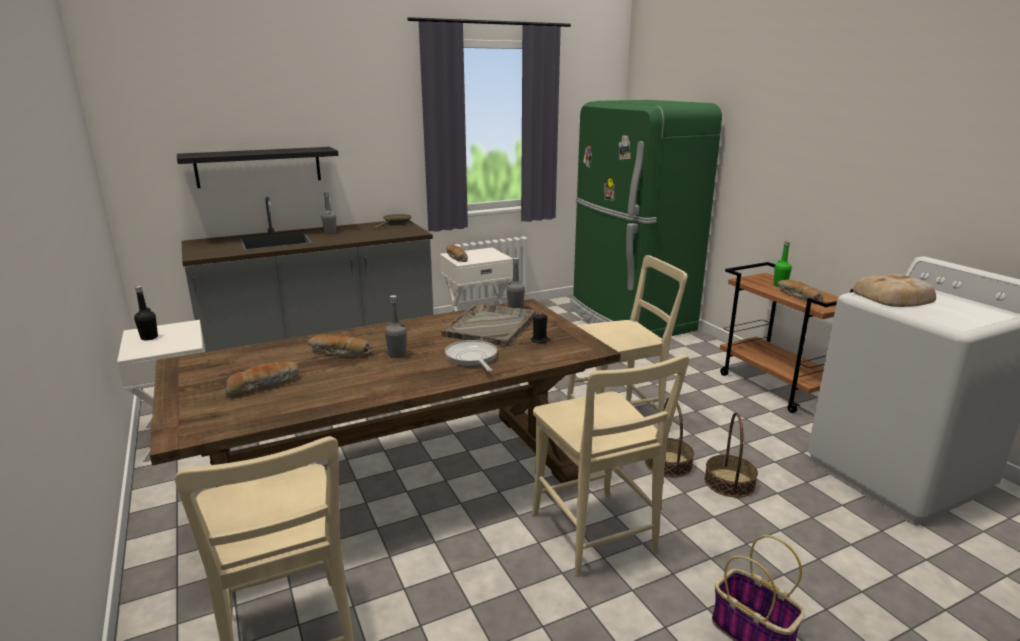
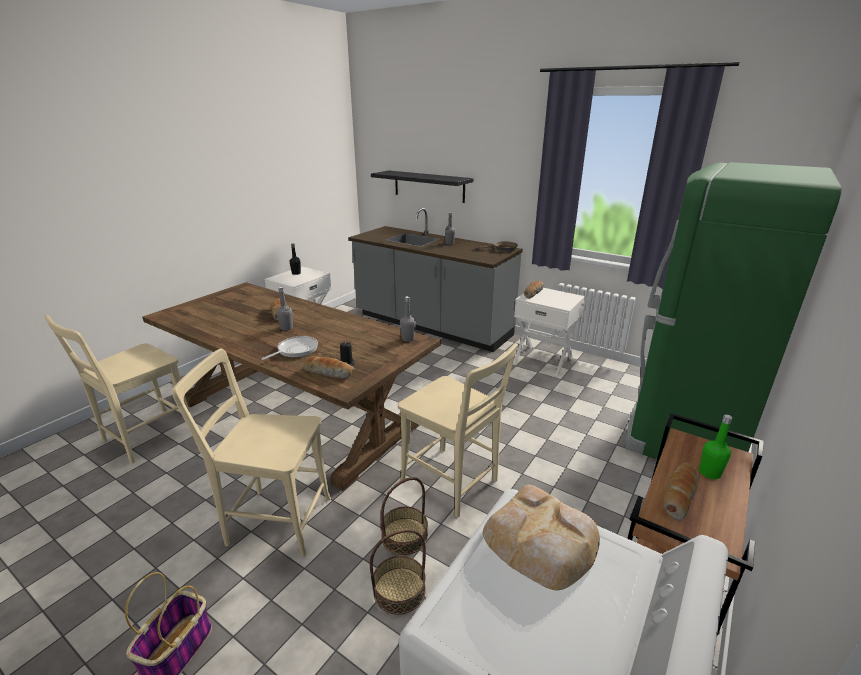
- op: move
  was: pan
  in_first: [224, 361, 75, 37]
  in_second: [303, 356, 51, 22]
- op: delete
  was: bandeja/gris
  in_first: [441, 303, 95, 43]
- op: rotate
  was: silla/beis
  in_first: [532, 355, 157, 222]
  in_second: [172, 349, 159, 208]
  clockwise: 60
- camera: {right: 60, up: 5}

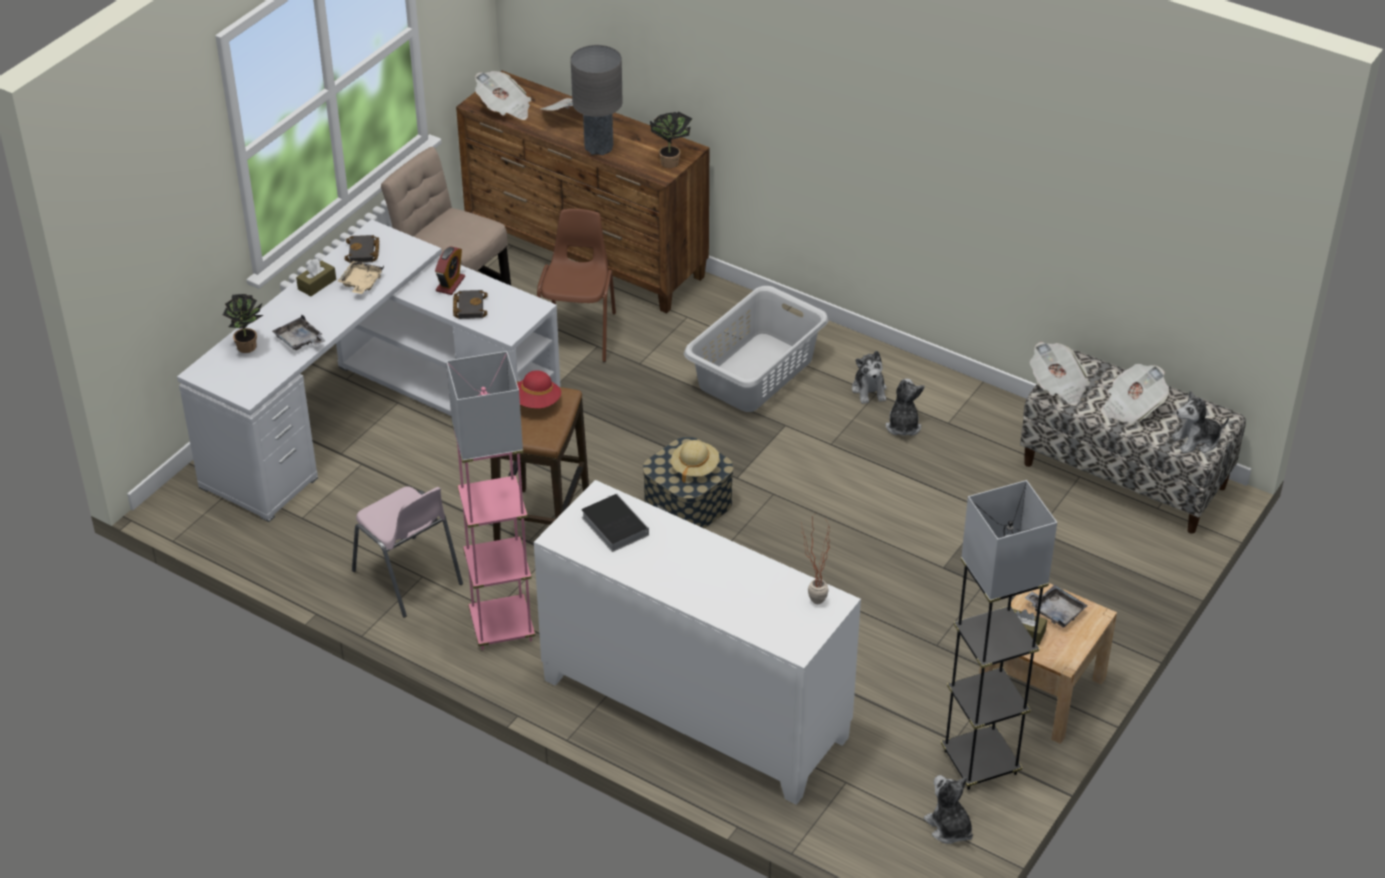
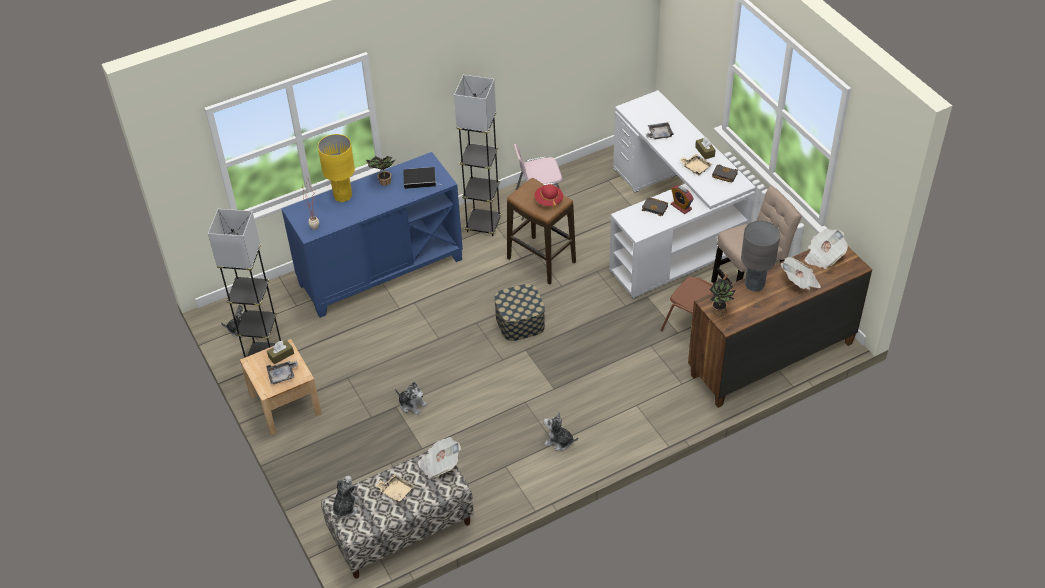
- op: move
  was: planta en maceta
  in_first: [223, 294, 40, 59]
  in_second: [366, 156, 29, 30]
- op: recolor
  was: lámpara de pie/rosa
  now: lámpara de pie/gris
  in_first: [446, 351, 89, 299]
  in_second: [454, 75, 48, 161]
- op: recolor
  was: armario/blanco
  now: armario/azul
  in_first: [534, 480, 327, 325]
  in_second: [282, 152, 181, 166]
- op: delete
  was: sombrero/beis
  in_first: [671, 440, 48, 43]
- op: delete
  was: cesto de la ropa/gris
  in_first: [684, 286, 145, 126]
- op: move
  was: peluche
  in_first: [886, 378, 39, 58]
  in_second: [395, 382, 32, 33]
- op: replace
  was: periódico
  now: bandeja/beis
  in_first: [1100, 364, 69, 61]
  in_second: [375, 474, 40, 29]
- op: insert
  now: lámpara de mesa/amarillo
  in_second: [318, 134, 37, 68]
- camera: {right: 120, up: 5}

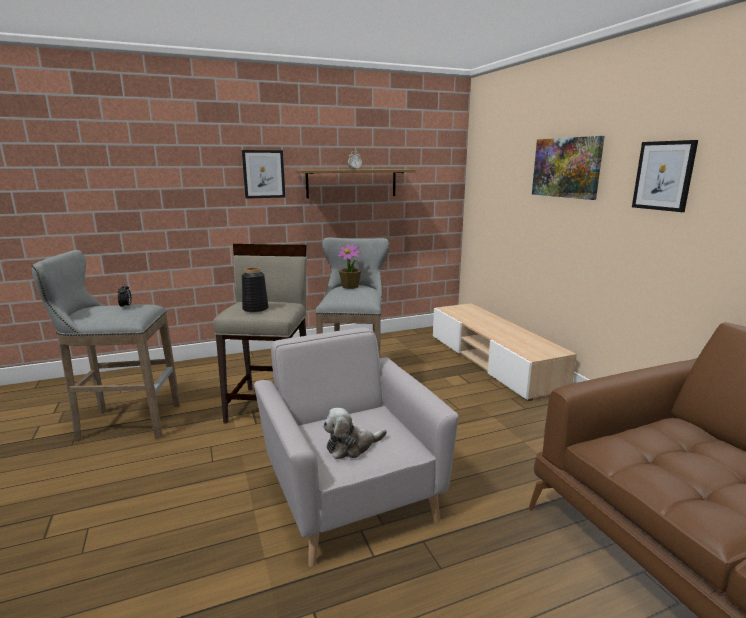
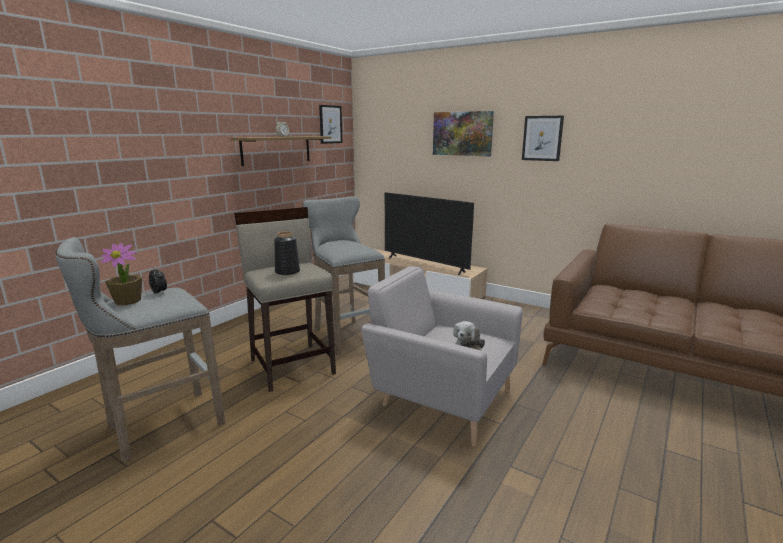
- op: move
  was: cuadro
  in_first: [242, 150, 43, 49]
  in_second: [319, 105, 24, 39]
- op: move
  was: planta en maceta
  in_first: [338, 244, 23, 45]
  in_second: [101, 243, 41, 62]
- op: insert
  now: televisor
  in_second: [385, 192, 89, 83]
- camera: {right: -35, up: 0}

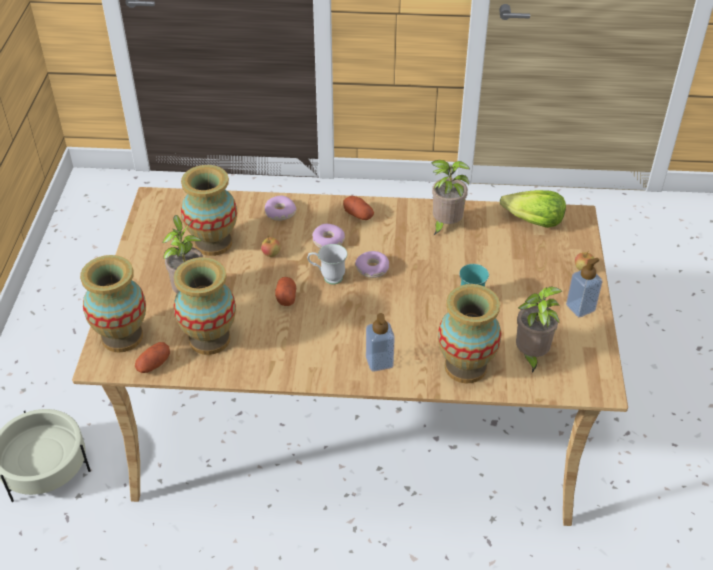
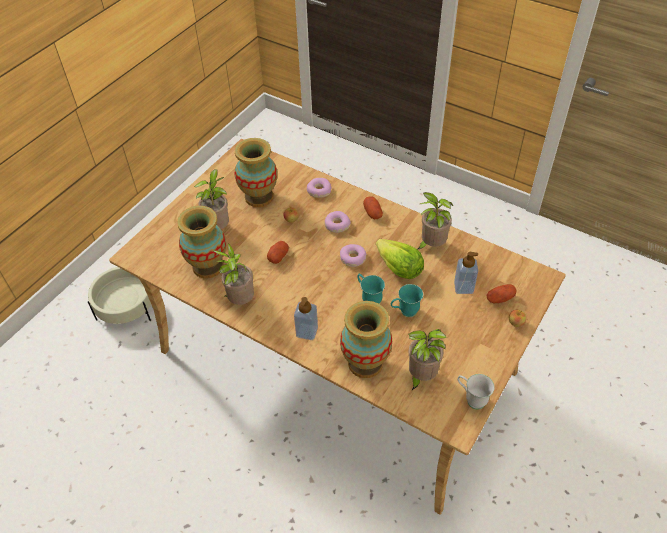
- op: delete
  was: florero
  in_first: [80, 255, 66, 98]
- op: move
  was: patata
  in_first: [135, 342, 35, 31]
  in_second: [486, 284, 30, 19]
- op: move
  was: taza grande/blanco
  in_first: [307, 244, 40, 40]
  in_second: [458, 374, 37, 36]
- op: move
  was: lechuga
  in_first: [500, 190, 66, 38]
  in_second: [376, 239, 48, 40]
- op: move
  was: dispensador de jabón
  in_first: [566, 258, 37, 59]
  in_second: [454, 252, 24, 42]
- op: insert
  now: planta en maceta
  in_second: [213, 243, 41, 62]
- op: insert
  now: taza grande/turquesa
  in_second: [357, 274, 28, 30]
- camera: {right: 30, up: 5}

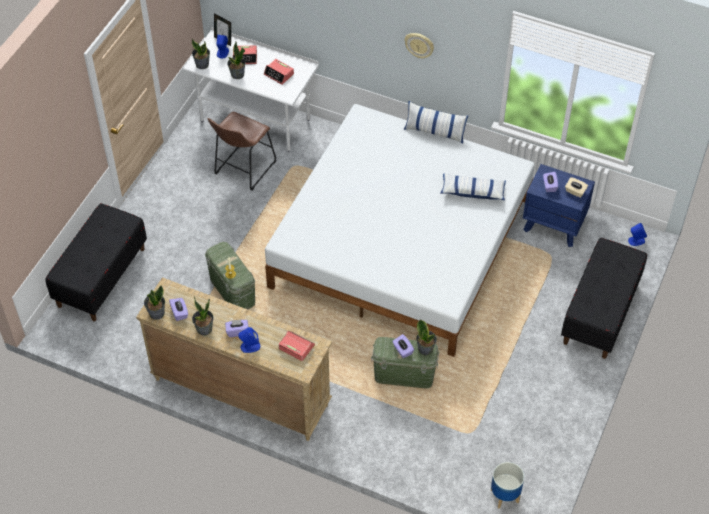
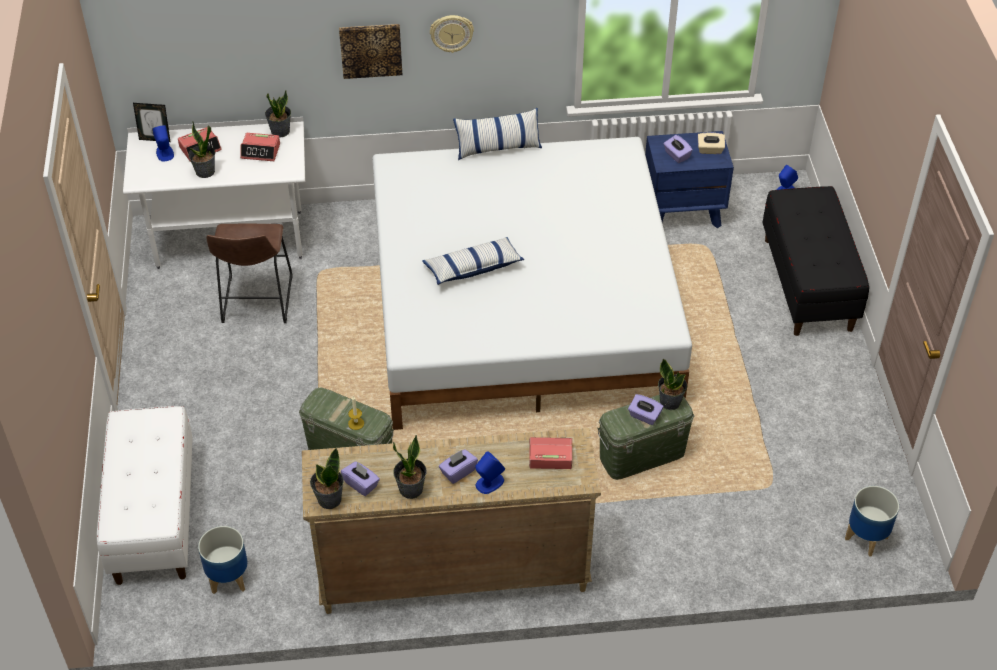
- op: recolor
  was: banco/negro
  now: banco/blanco
  in_first: [45, 203, 102, 118]
  in_second: [97, 406, 96, 179]
- op: move
  was: planta en maceta
  in_first: [192, 39, 18, 30]
  in_second: [265, 90, 26, 48]
- op: move
  was: cojín
  in_first: [441, 174, 65, 26]
  in_second: [422, 237, 102, 48]
- op: insert
  now: maceta
  in_second: [198, 526, 50, 68]
- op: insert
  now: cuadro
  in_second: [339, 24, 63, 55]
- camera: {right: -30, up: -5}

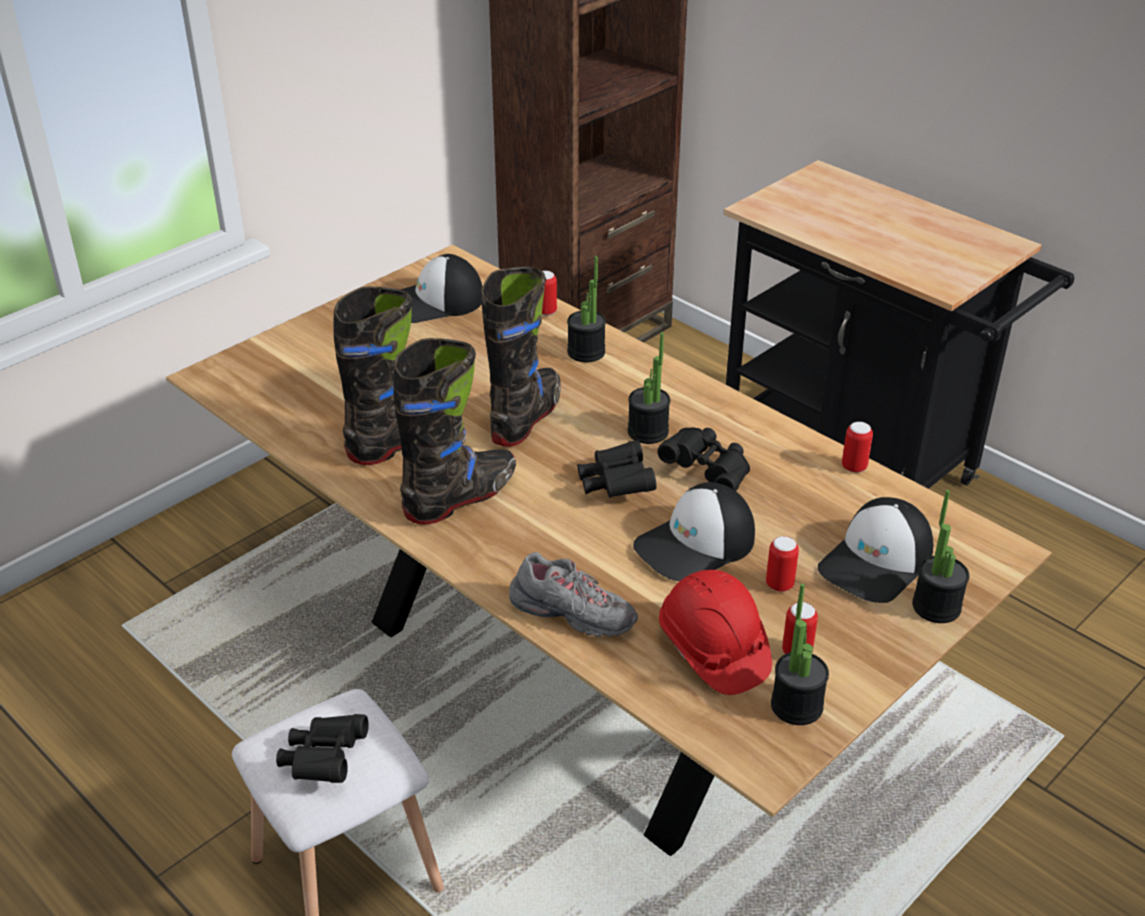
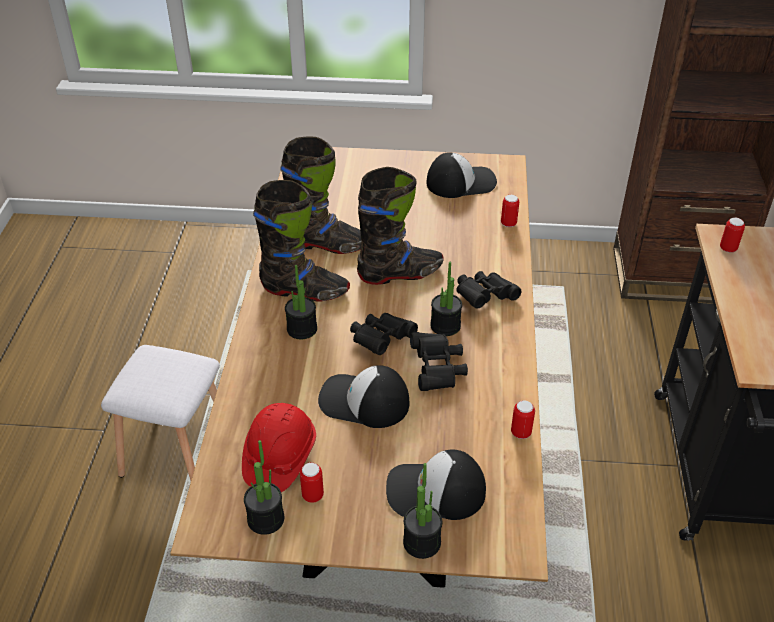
- op: move
  was: prismáticos/negro
  in_first: [276, 714, 93, 69]
  in_second: [456, 271, 65, 38]
- op: rotate
  was: gorra
  in_first: [400, 254, 82, 69]
  in_second: [426, 152, 71, 46]
  clockwise: 135
- op: delete
  was: zapato/gris
  in_first: [509, 552, 129, 85]
- op: move
  was: planta en maceta
  in_first: [567, 256, 39, 106]
  in_second: [285, 265, 32, 74]
- op: move
  was: lata
  in_first: [766, 536, 33, 56]
  in_second: [720, 218, 25, 35]
- camera: {right: 50, up: 5}

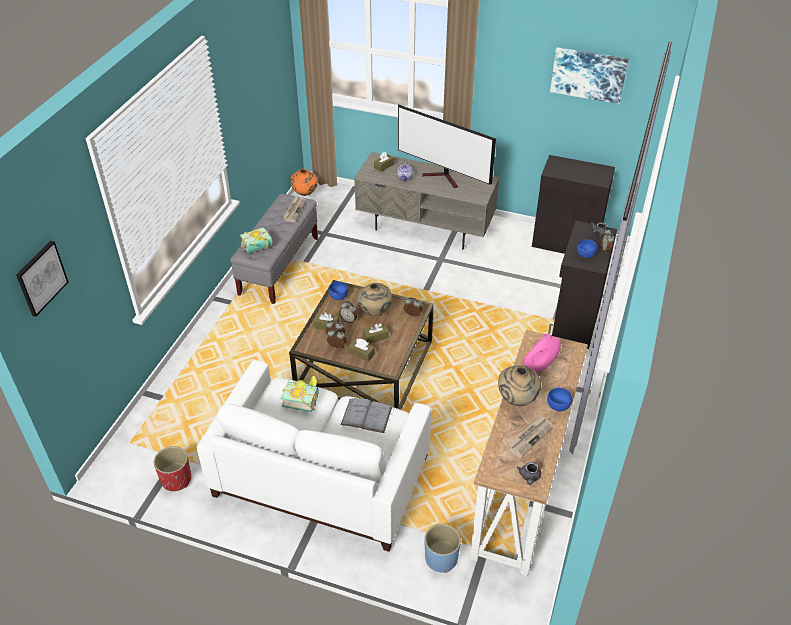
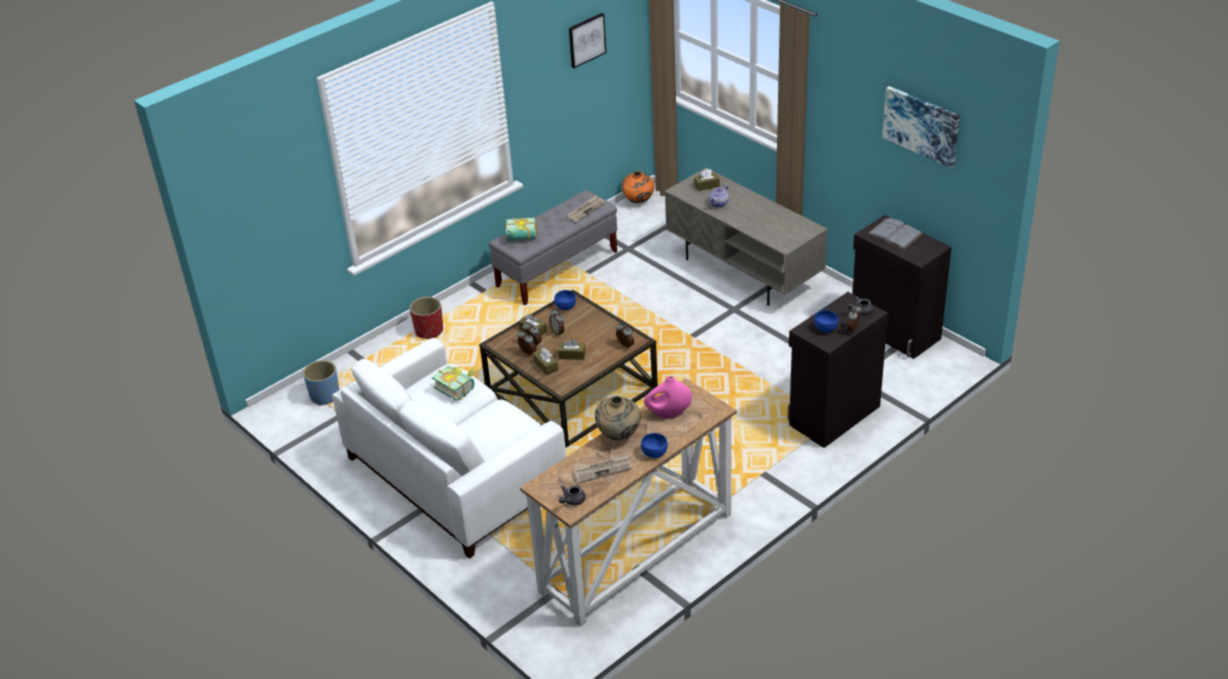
- op: move
  was: cuadro
  in_first: [16, 241, 53, 76]
  in_second: [569, 13, 37, 55]
- op: move
  was: maceta/rojo
  in_first: [154, 446, 37, 45]
  in_second: [410, 297, 33, 42]
- op: move
  was: libro/gris
  in_first: [341, 398, 51, 35]
  in_second: [867, 218, 56, 32]
- op: delete
  was: florero/beis
  in_first: [358, 283, 34, 33]
- op: delete
  was: televisor
  in_first: [398, 104, 98, 84]
- op: move
  was: maceta/azul
  in_first: [425, 524, 36, 49]
  in_second: [303, 360, 36, 46]
- camera: {right: 30, up: -5}

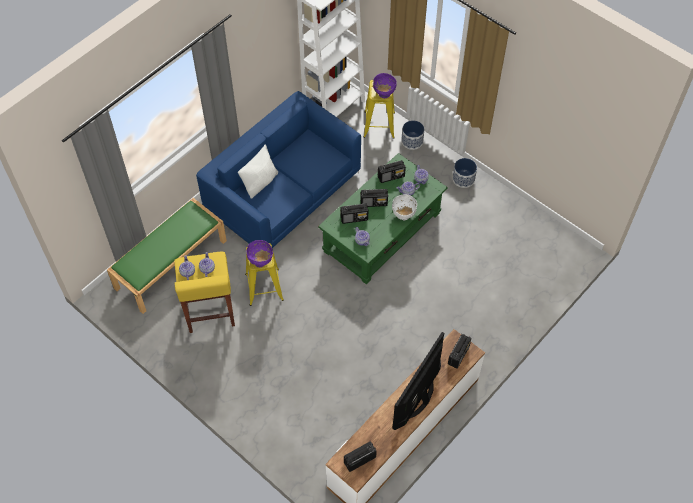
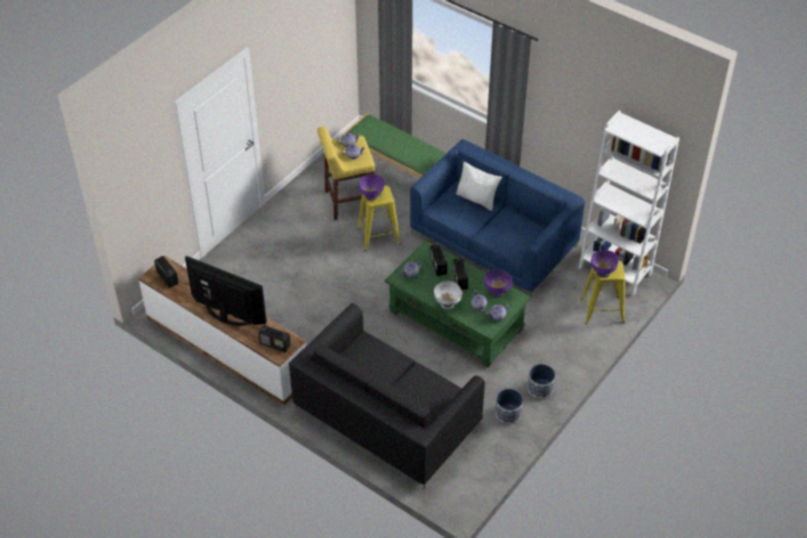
- op: replace
  was: radio
  now: cuenco/morado
  in_first: [378, 160, 28, 23]
  in_second: [484, 269, 28, 28]
- op: move
  was: maceta
  in_first: [401, 120, 23, 30]
  in_second: [495, 389, 28, 35]
- op: insert
  now: sofá/negro
  in_second: [289, 303, 196, 186]
- camera: {right: 85, up: -10}

